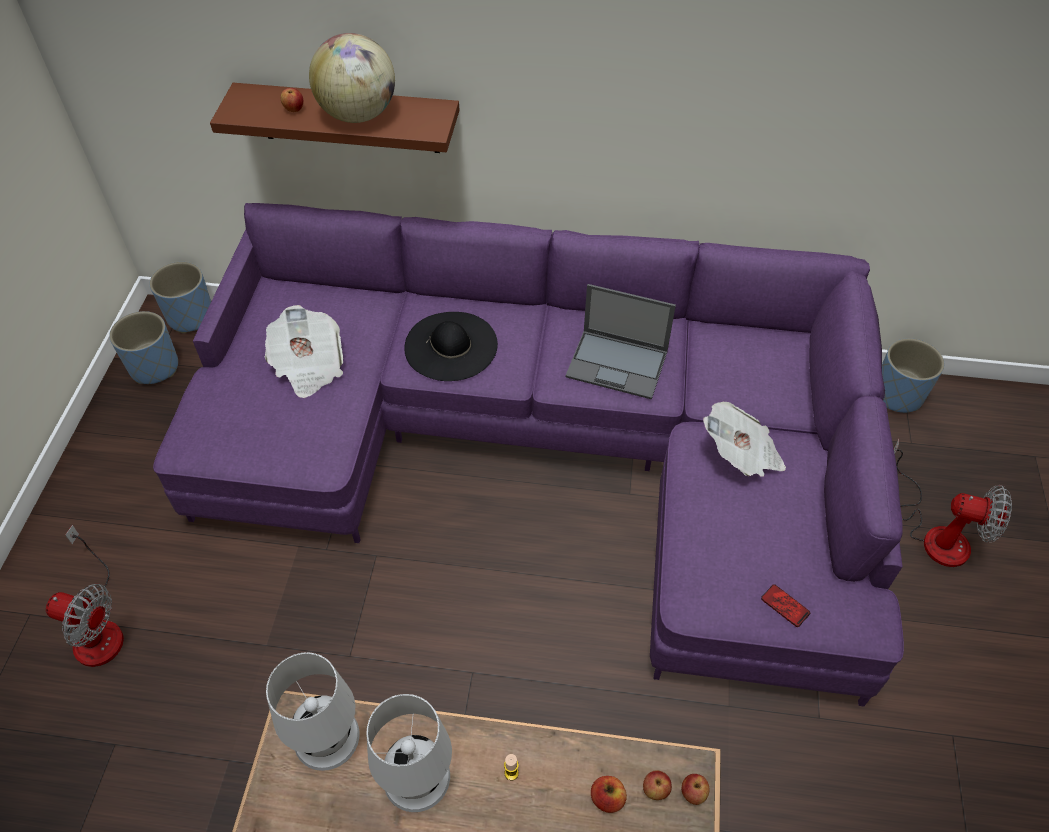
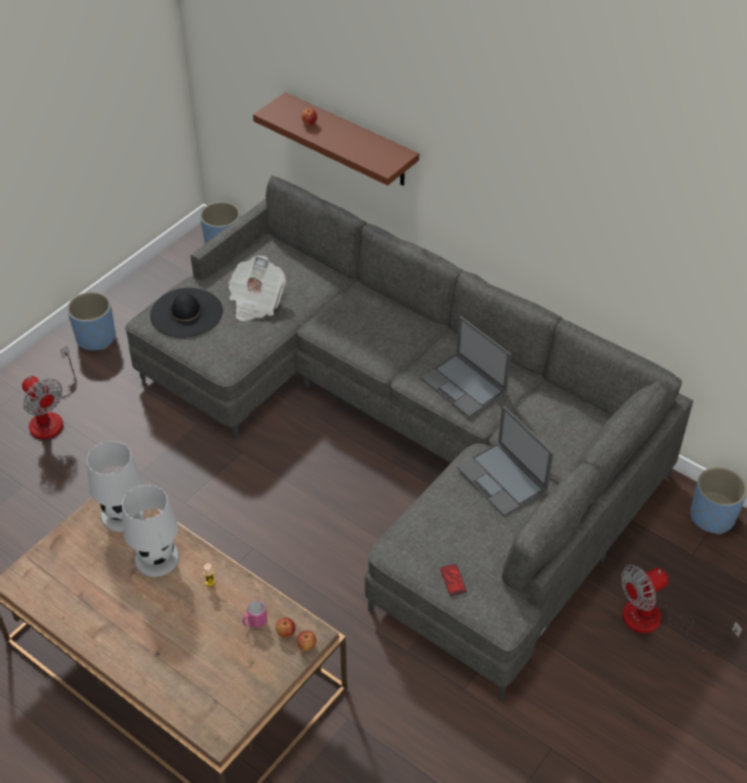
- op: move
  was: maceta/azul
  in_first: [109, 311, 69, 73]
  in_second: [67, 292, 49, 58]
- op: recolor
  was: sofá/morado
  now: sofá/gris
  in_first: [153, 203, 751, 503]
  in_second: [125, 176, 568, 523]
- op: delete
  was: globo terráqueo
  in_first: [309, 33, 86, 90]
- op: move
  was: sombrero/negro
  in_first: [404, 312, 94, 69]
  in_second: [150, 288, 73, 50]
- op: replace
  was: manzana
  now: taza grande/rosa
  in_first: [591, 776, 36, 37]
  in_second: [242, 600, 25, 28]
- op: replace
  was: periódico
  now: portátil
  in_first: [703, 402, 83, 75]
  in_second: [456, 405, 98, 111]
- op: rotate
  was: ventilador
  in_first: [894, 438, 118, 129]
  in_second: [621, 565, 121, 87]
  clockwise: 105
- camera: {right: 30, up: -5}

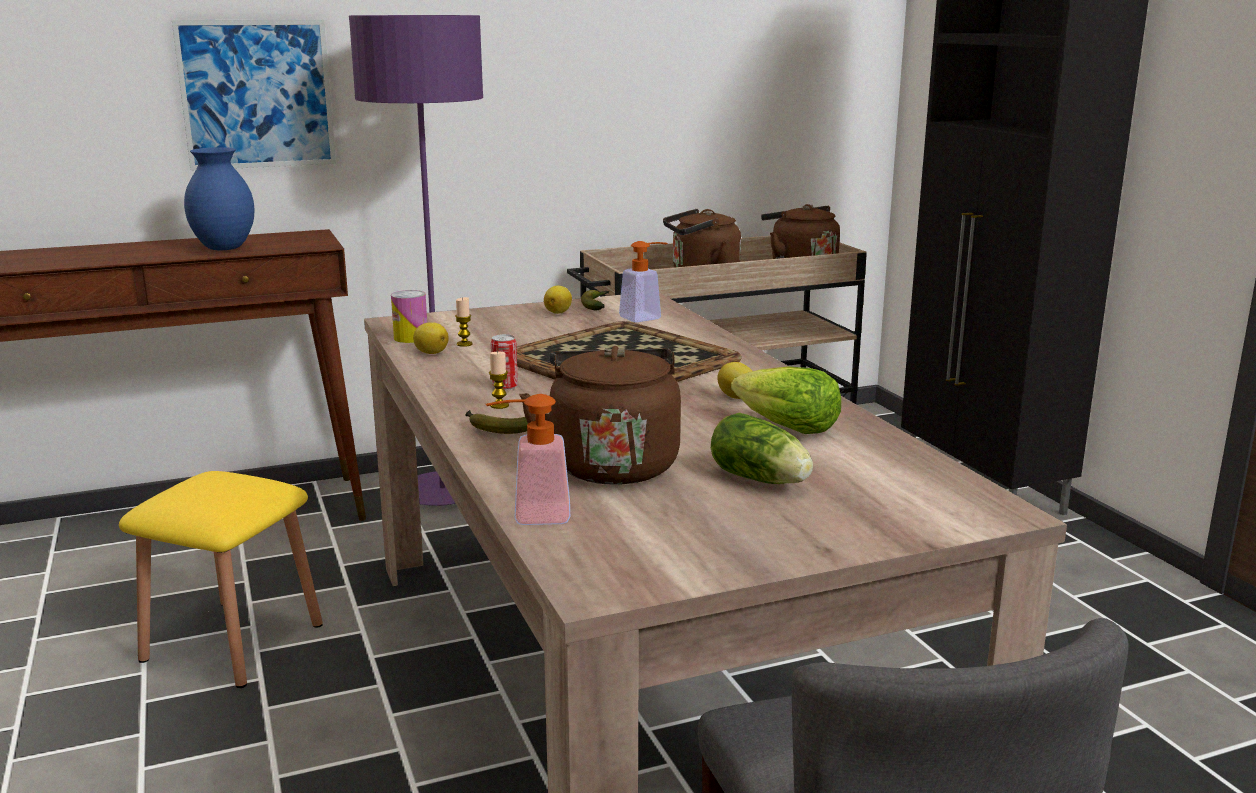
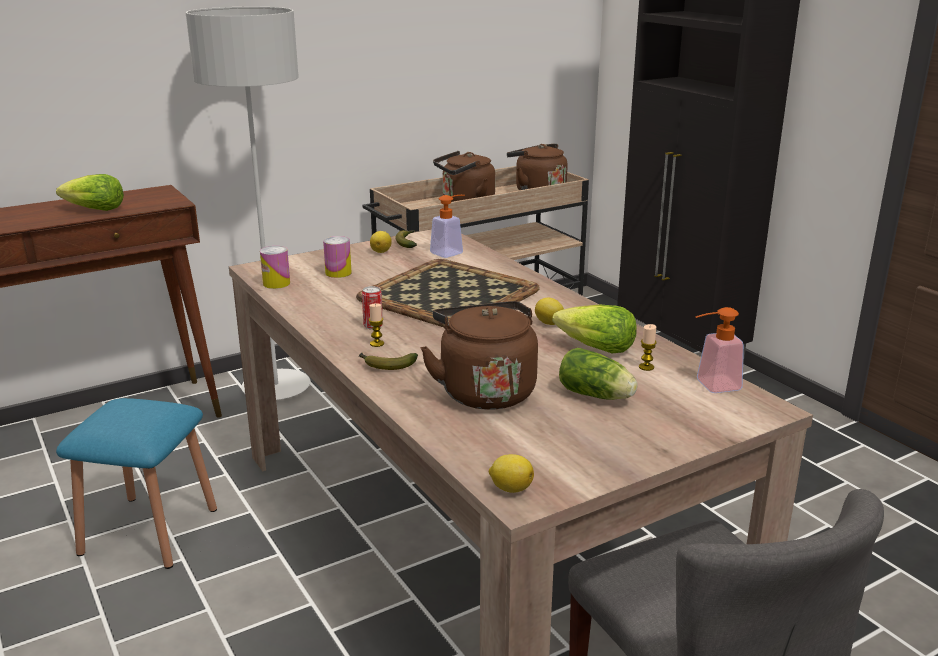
- op: recolor
  was: taburete/amarillo
  now: taburete/azul
  in_first: [119, 471, 204, 217]
  in_second: [56, 398, 161, 171]
- op: delete
  was: cuadro
  in_first: [172, 20, 164, 151]
- op: replace
  was: florero/azul
  now: lechuga
  in_first: [184, 147, 71, 103]
  in_second: [56, 174, 68, 37]
- op: recolor
  was: lámpara de pie/morado
  now: lámpara de pie/gris
  in_first: [349, 15, 134, 491]
  in_second: [186, 7, 125, 393]
- op: move
  was: limón
  in_first: [413, 322, 36, 32]
  in_second: [489, 454, 45, 39]
- op: move
  was: vela
  in_first: [455, 297, 18, 50]
  in_second: [639, 324, 18, 47]
- op: move
  was: dispensador de jabón
  in_first: [486, 394, 84, 131]
  in_second: [695, 307, 49, 86]
- op: insert
  now: lata
  in_second: [323, 236, 29, 42]
- camera: {right: -10, up: 5}

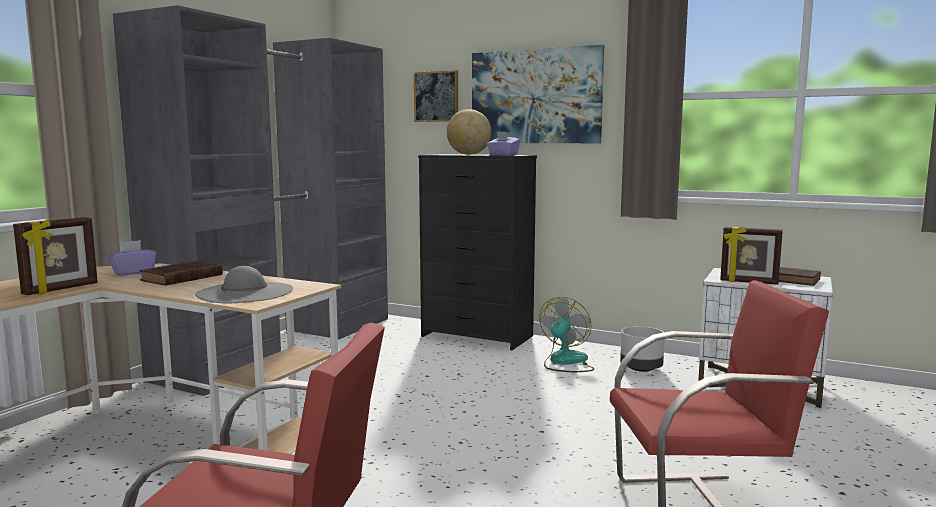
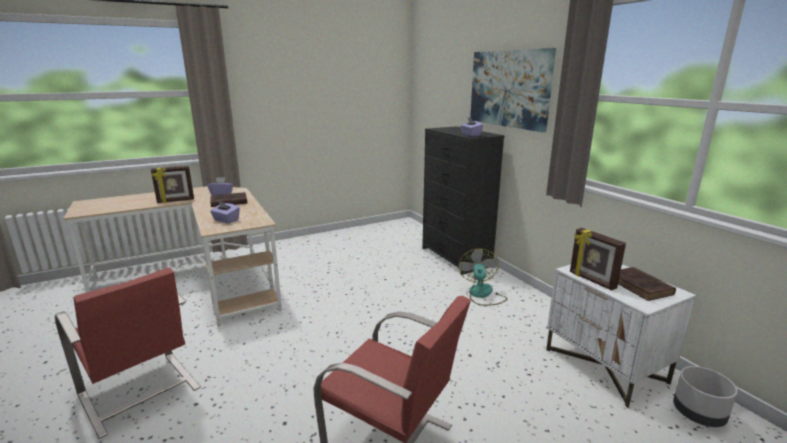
- op: delete
  was: armario ropero/gris
  in_first: [113, 5, 275, 391]
- op: replace
  was: sombrero/gris
  now: caja de pañuelos/morado
  in_first: [195, 266, 98, 37]
  in_second: [210, 201, 30, 22]
- op: delete
  was: cuadro
  in_first: [414, 70, 44, 52]
- op: delete
  was: globo terráqueo
  in_first: [447, 109, 44, 46]
- op: rotate
  was: ventilador
  in_first: [539, 297, 55, 75]
  in_second: [458, 248, 49, 58]
  clockwise: -60
- op: move
  was: maceta/gris
  in_first: [620, 326, 45, 46]
  in_second: [673, 366, 65, 61]
- camera: {right: 35, up: 10}

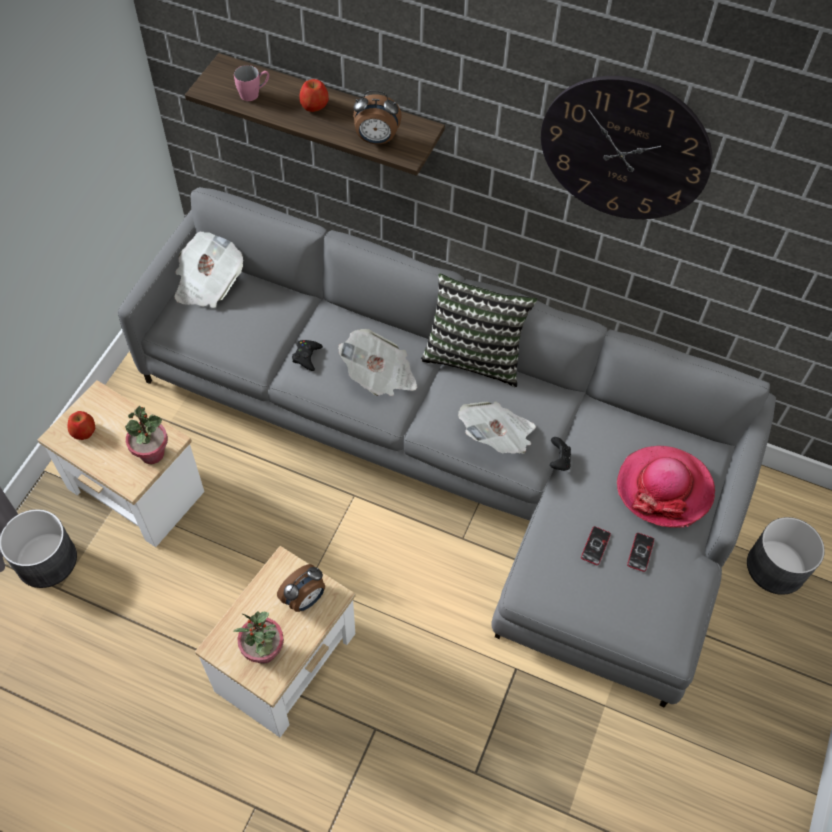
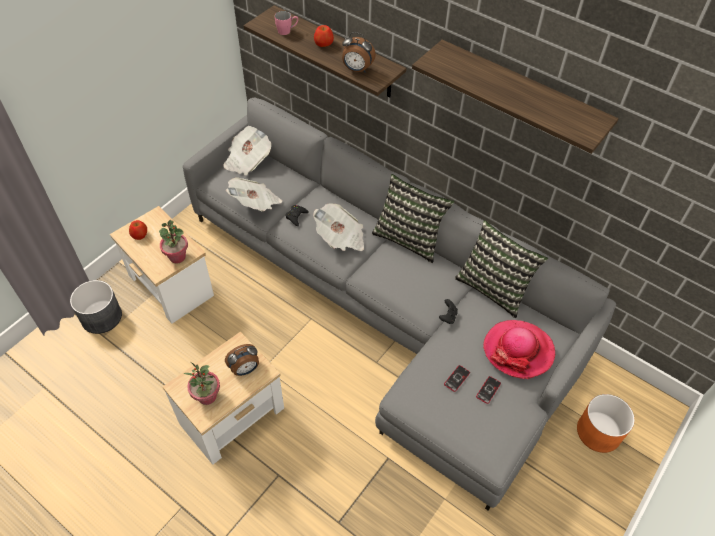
- op: move
  was: periódico
  in_first: [458, 402, 78, 52]
  in_second: [226, 177, 56, 34]
- op: replace
  was: reloj de pared
  now: estante
  in_first: [541, 76, 171, 143]
  in_second: [412, 40, 207, 114]
- op: recolor
  was: maceta/gris
  now: maceta/naranja
  in_first: [747, 517, 78, 78]
  in_second: [577, 394, 58, 59]
- op: insert
  now: cojín
  in_second: [455, 220, 93, 98]
- camera: {right: 15, up: -5}

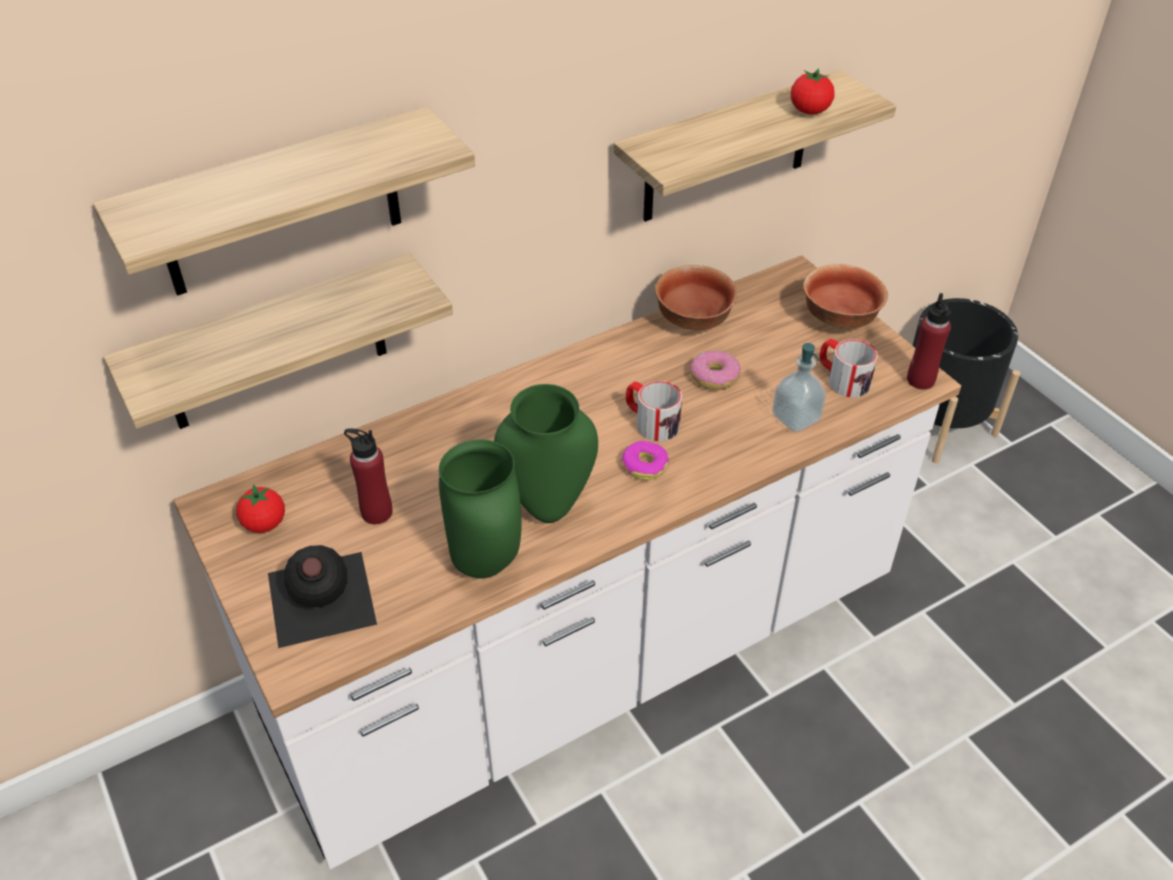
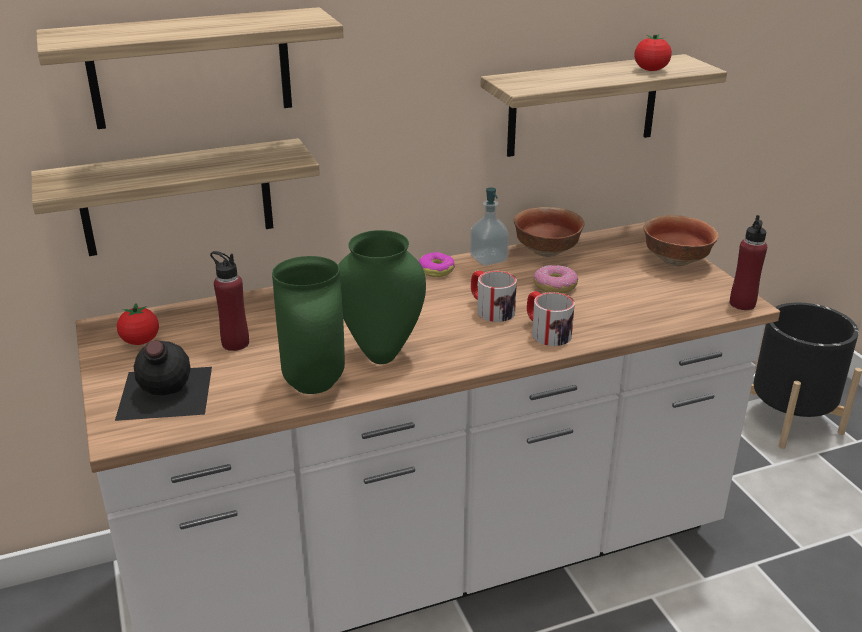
- op: move
  was: rosquilla
  in_first: [621, 441, 48, 39]
  in_second: [418, 252, 37, 25]
- op: move
  was: dispensador de jabón
  in_first: [772, 343, 54, 89]
  in_second: [470, 187, 39, 79]
- op: move
  was: taza grande
  in_first: [819, 339, 59, 59]
  in_second: [527, 291, 48, 55]
- camera: {right: 10, up: -15}

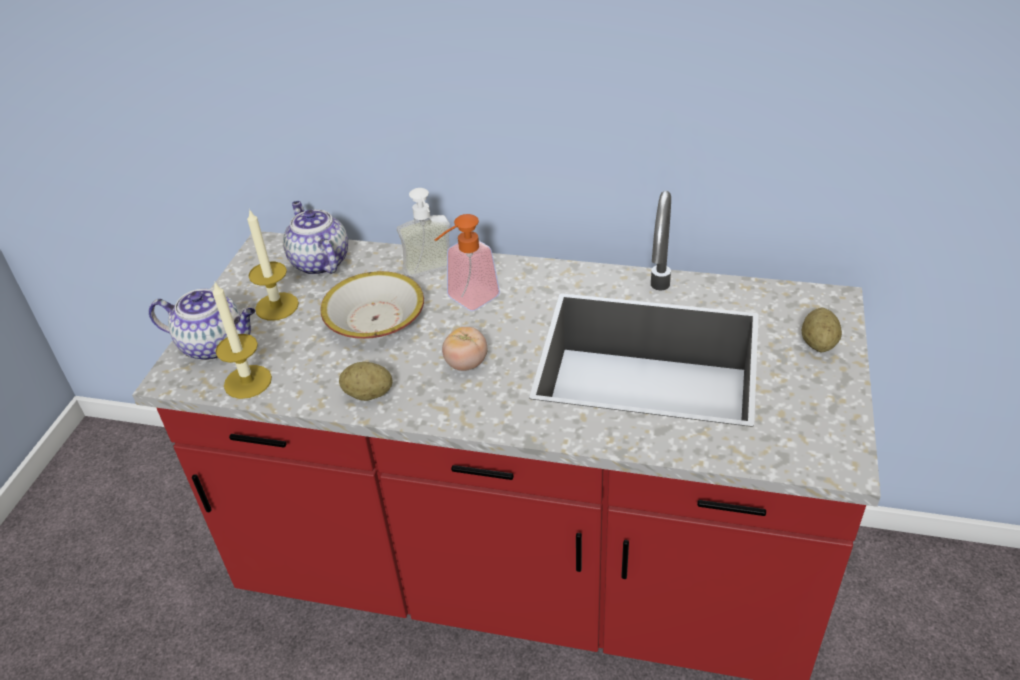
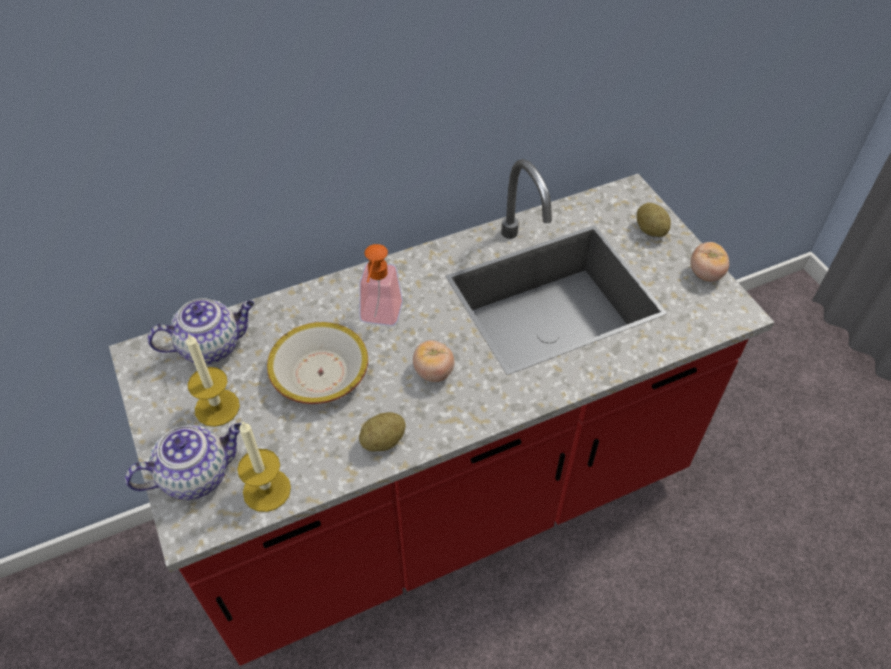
- op: rotate
  was: tetera
  in_first: [283, 201, 65, 74]
  in_second: [147, 298, 107, 66]
  clockwise: 135
- op: delete
  was: dispensador de jabón
  in_first: [397, 188, 53, 90]
- op: insert
  now: tomate
  in_second: [691, 242, 38, 40]
- camera: {right: -40, up: 10}

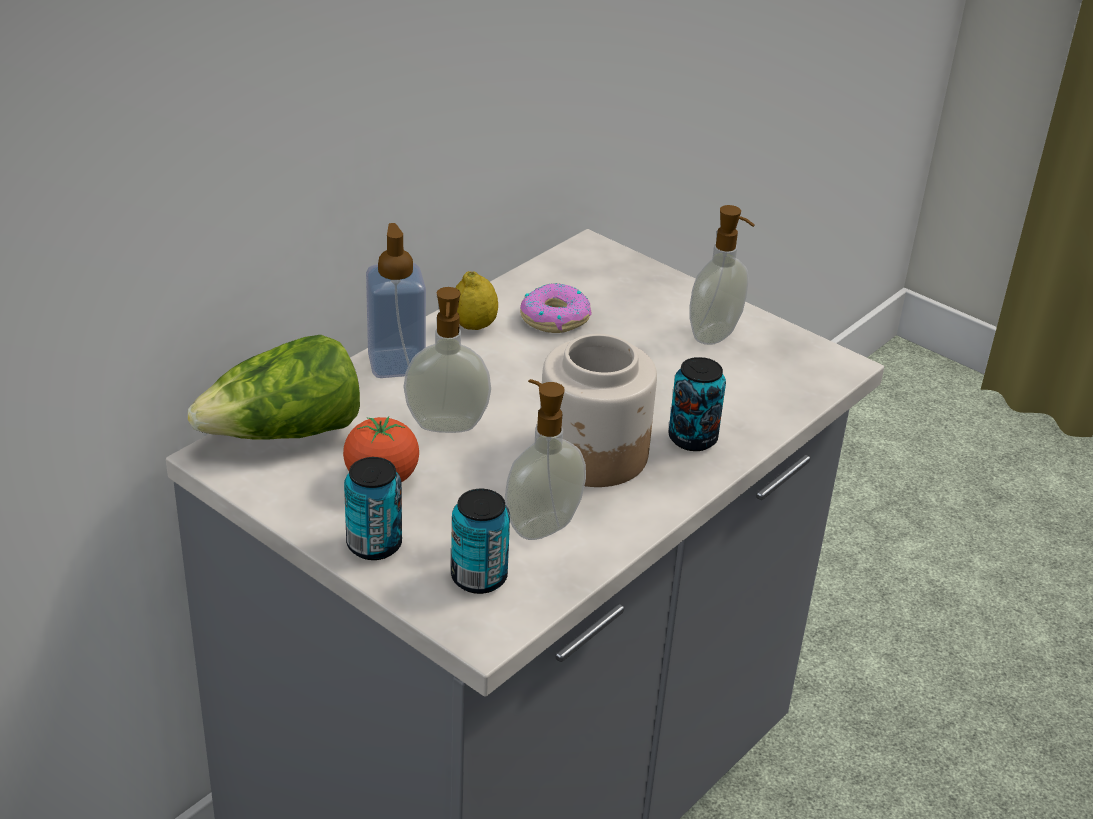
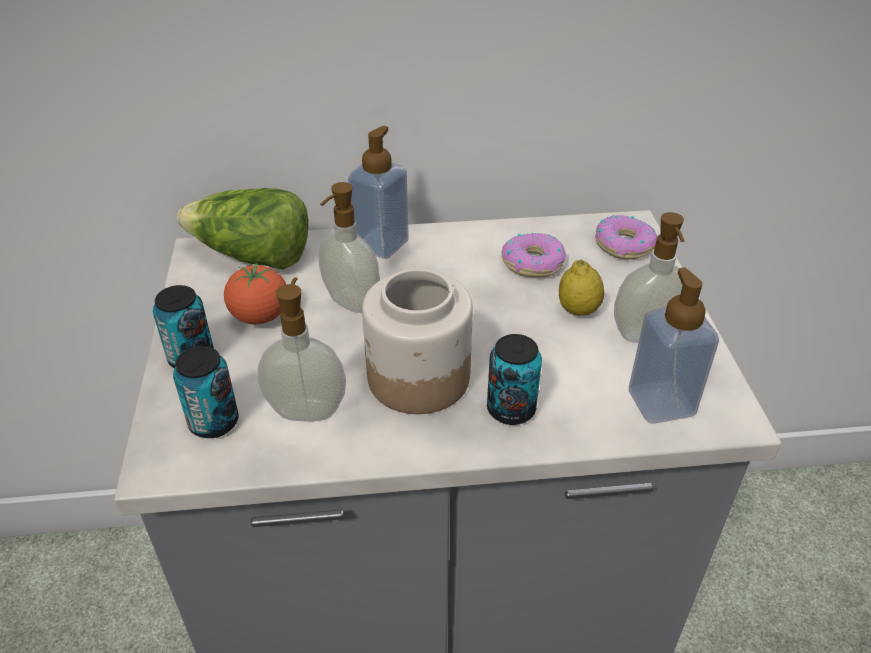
- op: move
  was: limón
  in_first: [456, 271, 42, 59]
  in_second: [559, 259, 45, 57]
- op: insert
  now: rosquilla
  in_second: [595, 215, 62, 44]
- op: insert
  now: dispensador de jabón
  in_second: [629, 268, 90, 156]
- camera: {right: 45, up: 5}

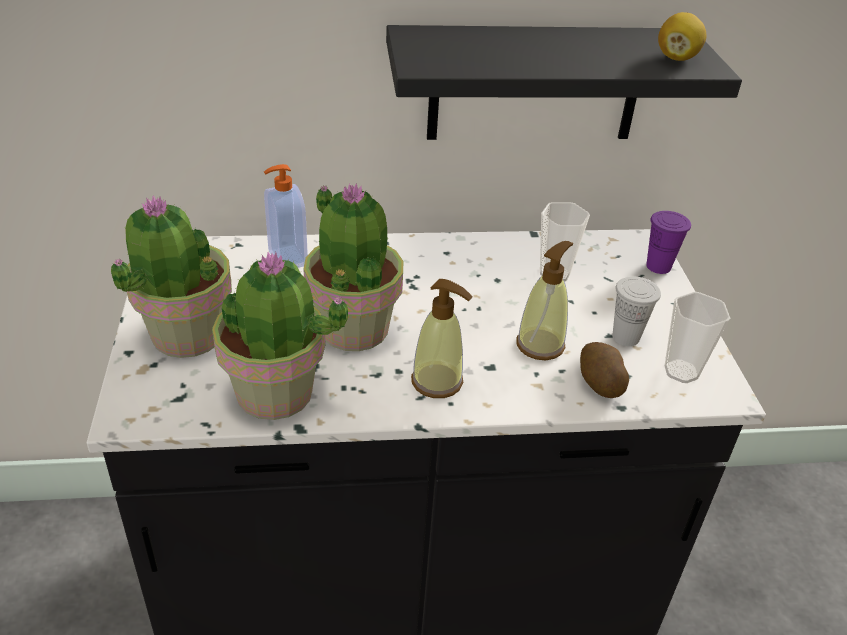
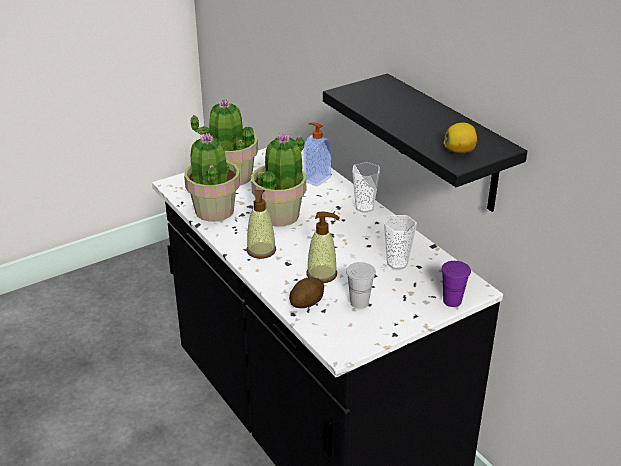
- op: move
  was: taza
  in_first: [664, 292, 66, 91]
  in_second: [353, 162, 27, 51]
- camera: {right: 65, up: -5}

